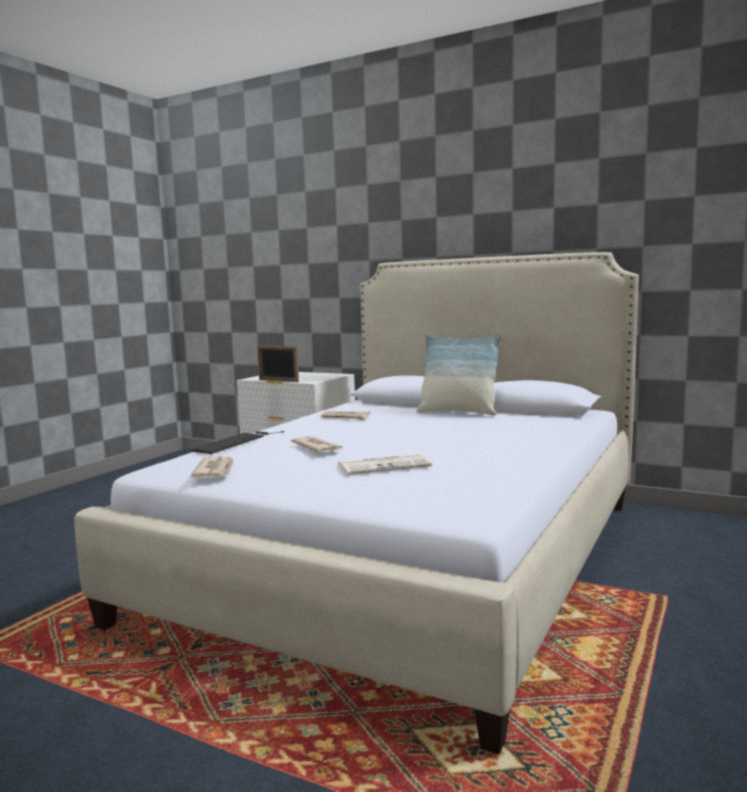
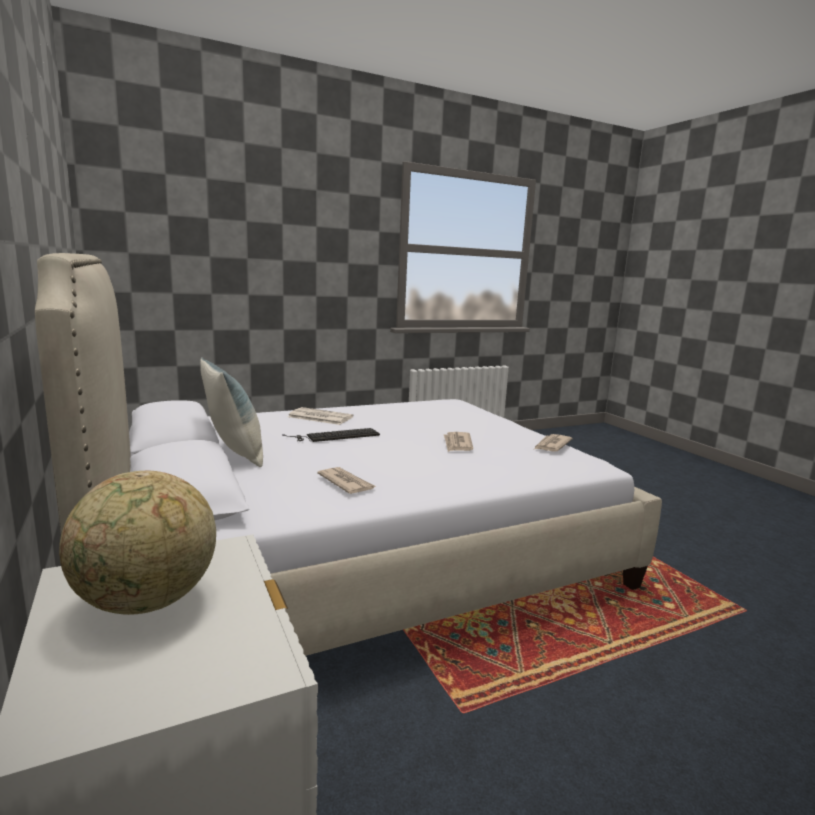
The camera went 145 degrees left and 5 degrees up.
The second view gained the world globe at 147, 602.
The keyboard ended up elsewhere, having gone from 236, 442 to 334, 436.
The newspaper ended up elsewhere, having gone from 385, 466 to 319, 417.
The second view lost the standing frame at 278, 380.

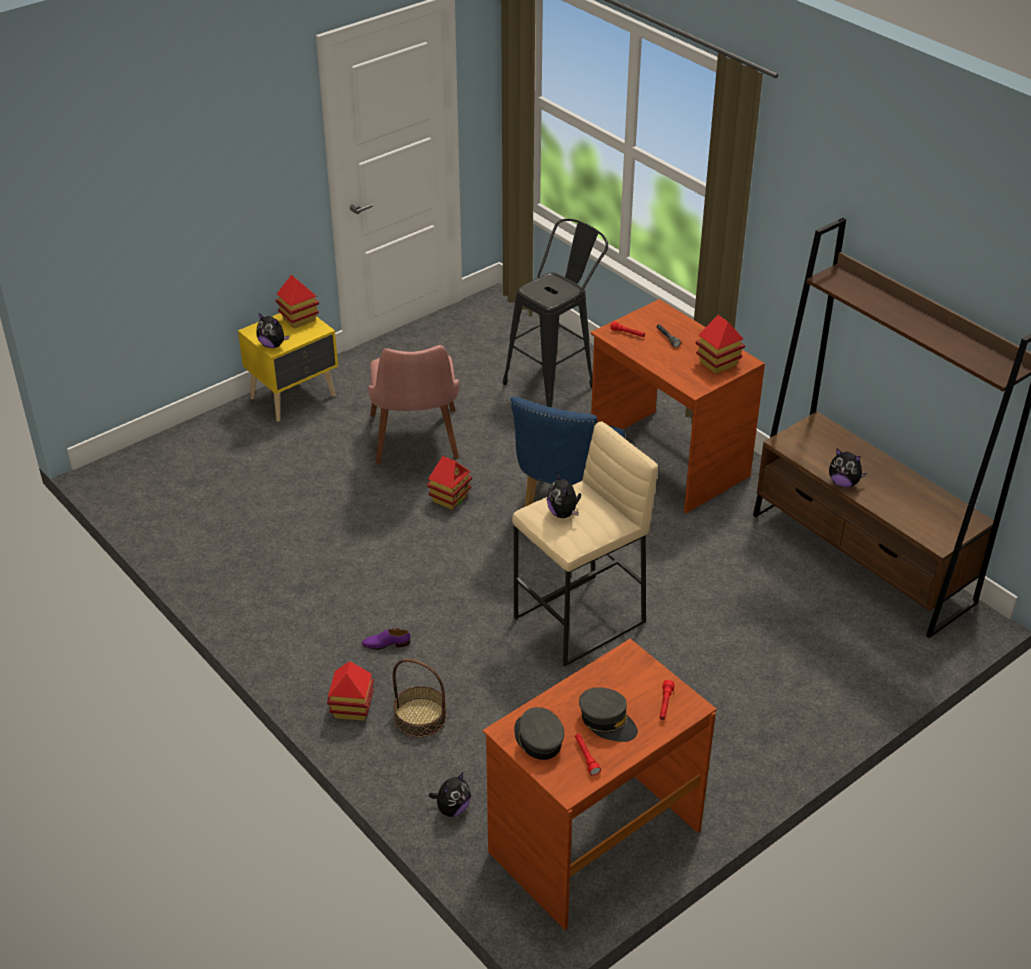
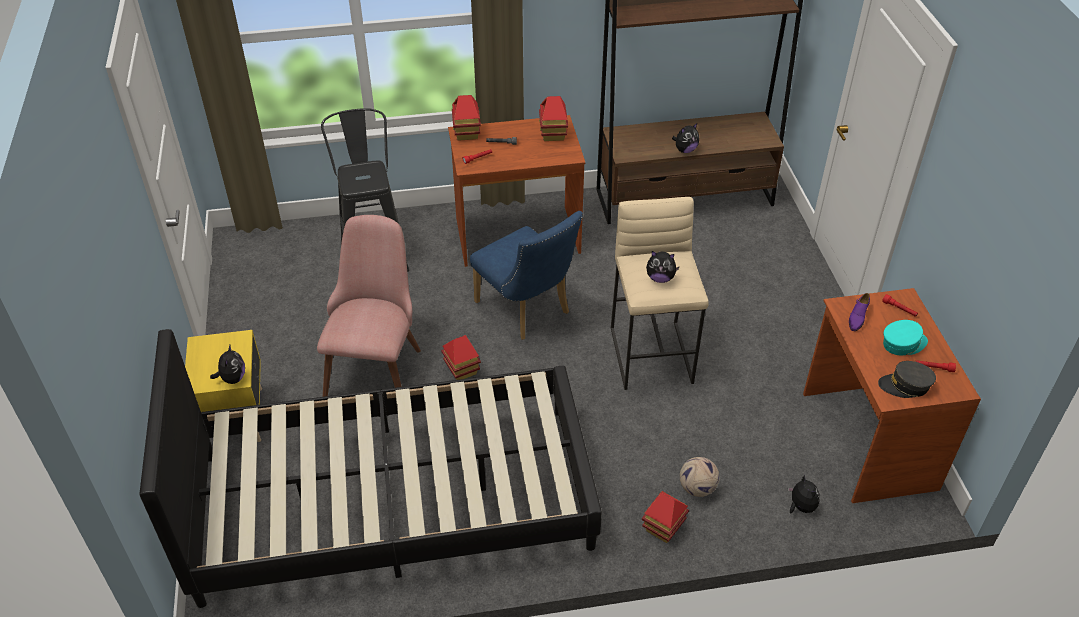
The camera went 60 degrees left and 5 degrees up.
The second view gained the sleeping bed/black at 392, 501.
The soft toy at 273, 345 ended up facing another way, 60 degrees counterclockwise from before.
The plain chair/pink-coloured at 416, 445 ended up facing another way, 105 degrees counterclockwise from before.
The toy house ended up elsewhere, having gone from 299, 320 to 467, 133.
Where the basket stood at 420, 717, the football ball came to stand at 697, 488.
The item of footwear/purplish ended up elsewhere, having gone from 386, 644 to 857, 318.
What was the baseball cap/grey at 607, 721 turned into the baseball cap/turquoise-coloured at 903, 343.

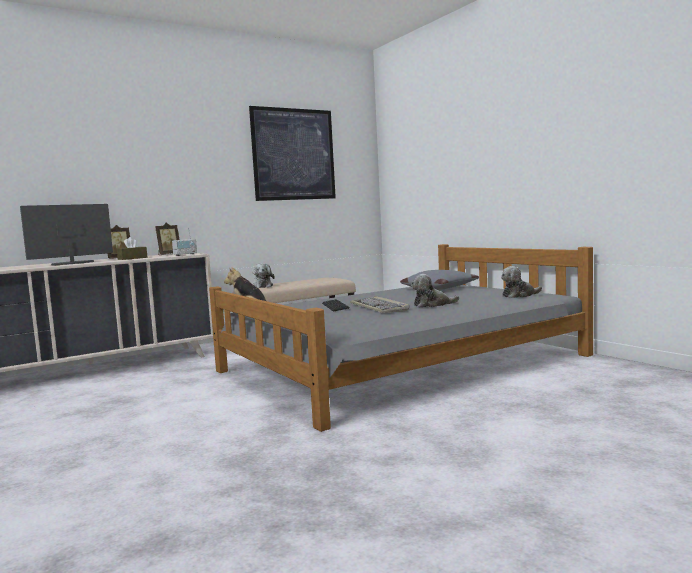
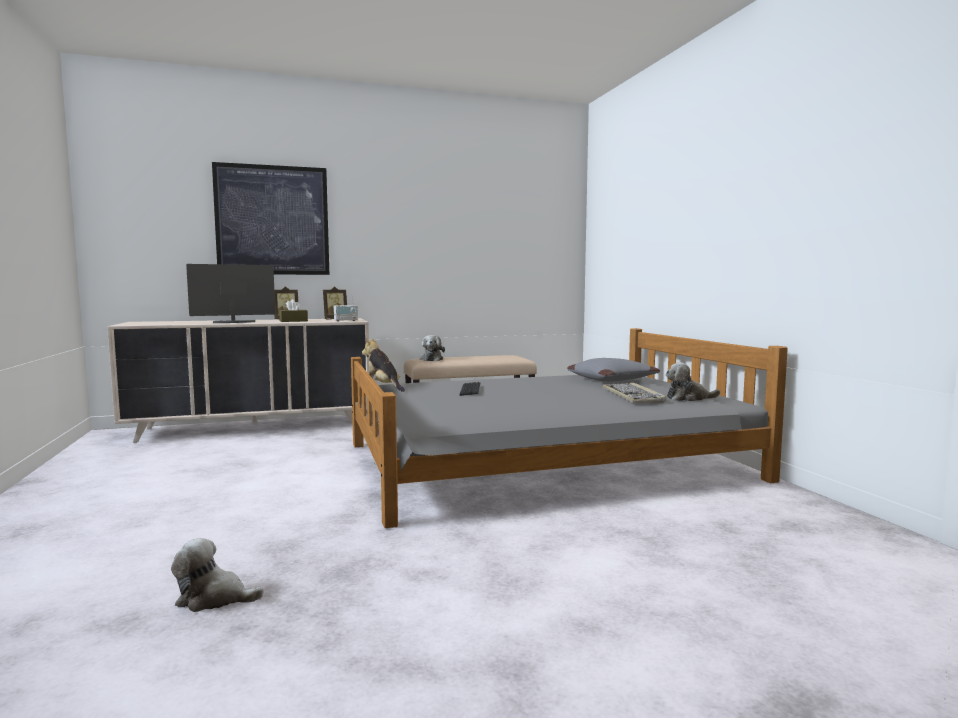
The camera went 15 degrees right and 0 degrees up.
The soft toy ended up elsewhere, having gone from 432, 305 to 214, 598.
The wall art ended up elsewhere, having gone from 293, 154 to 272, 220.
The keyboard ended up elsewhere, having gone from 379, 308 to 633, 396.

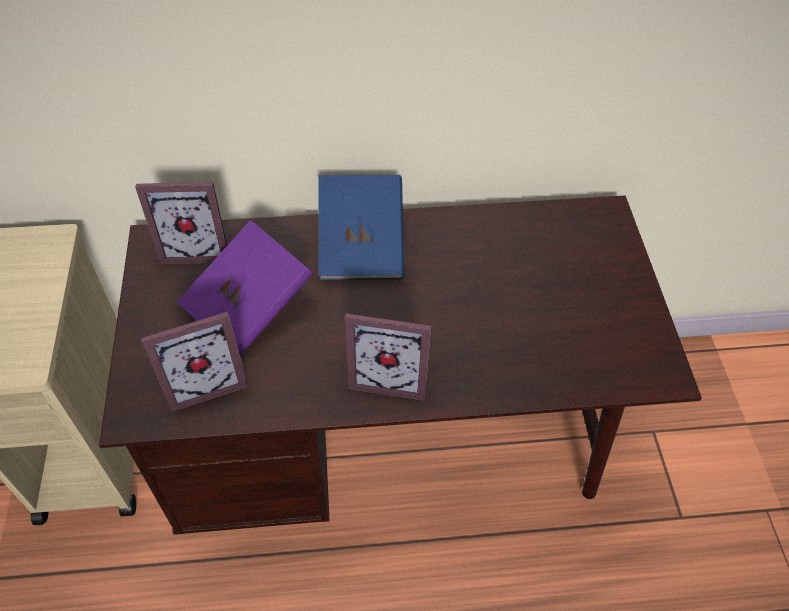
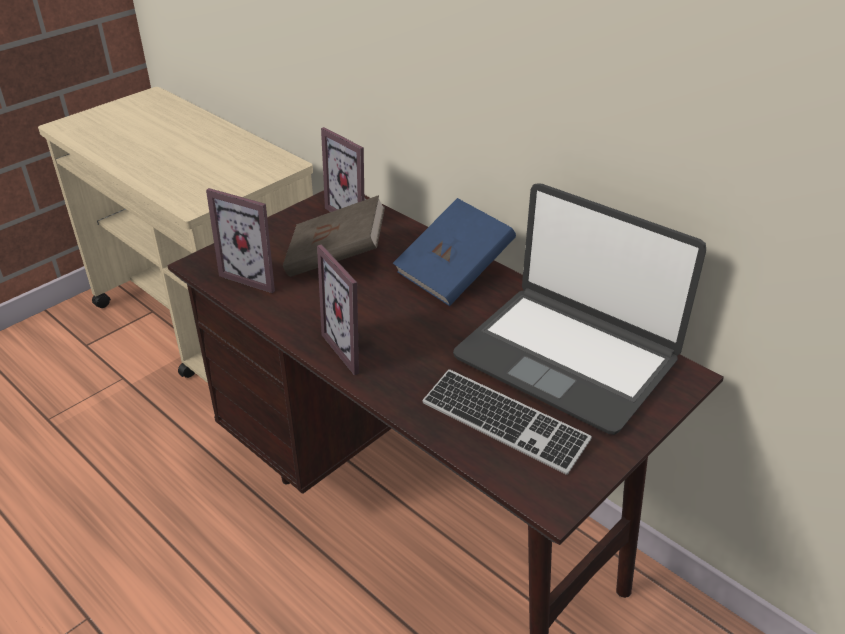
The camera went 50 degrees right and 15 degrees down.
What was the bound book/purplish at 249, 307 turned into the bound book/brownish at 336, 258.
The second view gained the keyboard at 504, 423.
The second view gained the notebook computer at 567, 357.

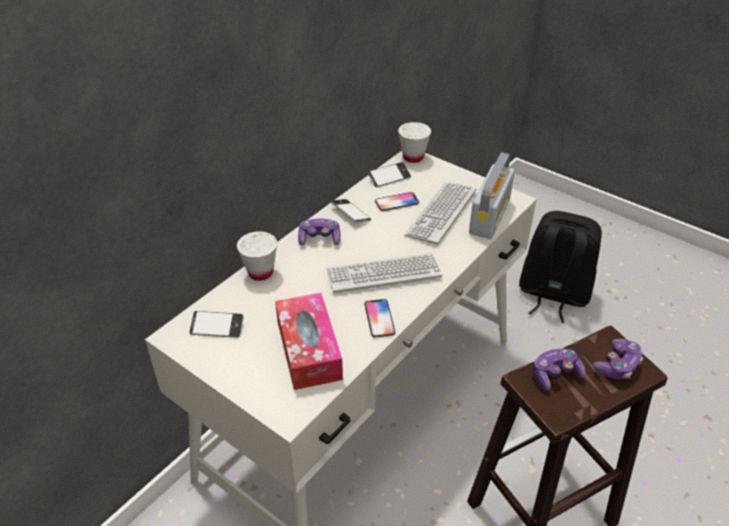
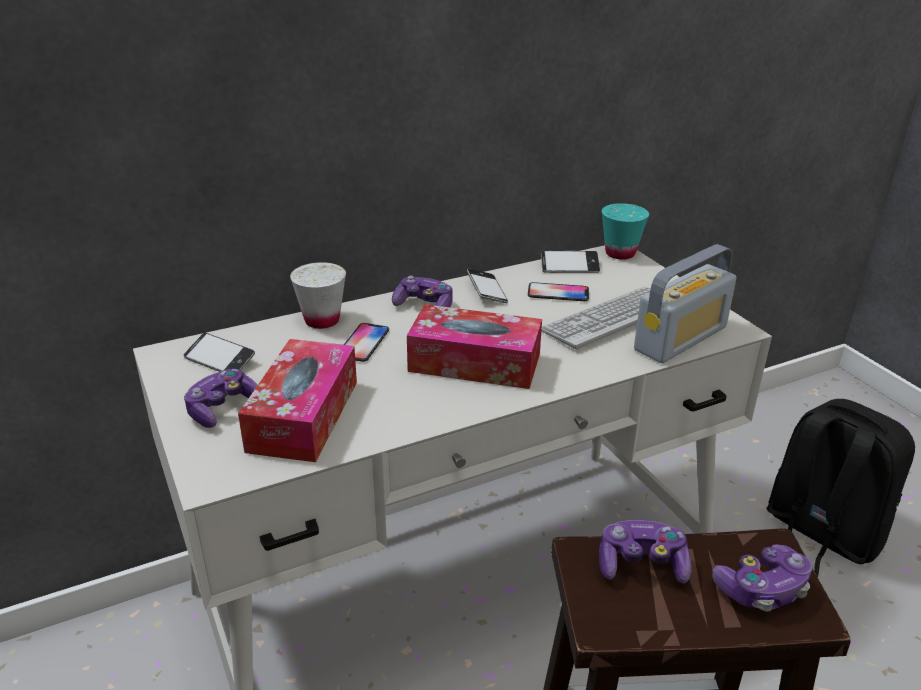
The camera went 25 degrees right and 10 degrees down.
The second view gained the game controller at 222, 408.
The telephone ended up elsewhere, having gone from 379, 319 to 363, 343.
Where the keyboard stood at 383, 274, the tissue holder came to stand at 474, 363.
What was the drinking cup/white-coloured at 413, 157 turned into the drinking cup/turquoise-coloured at 620, 253.

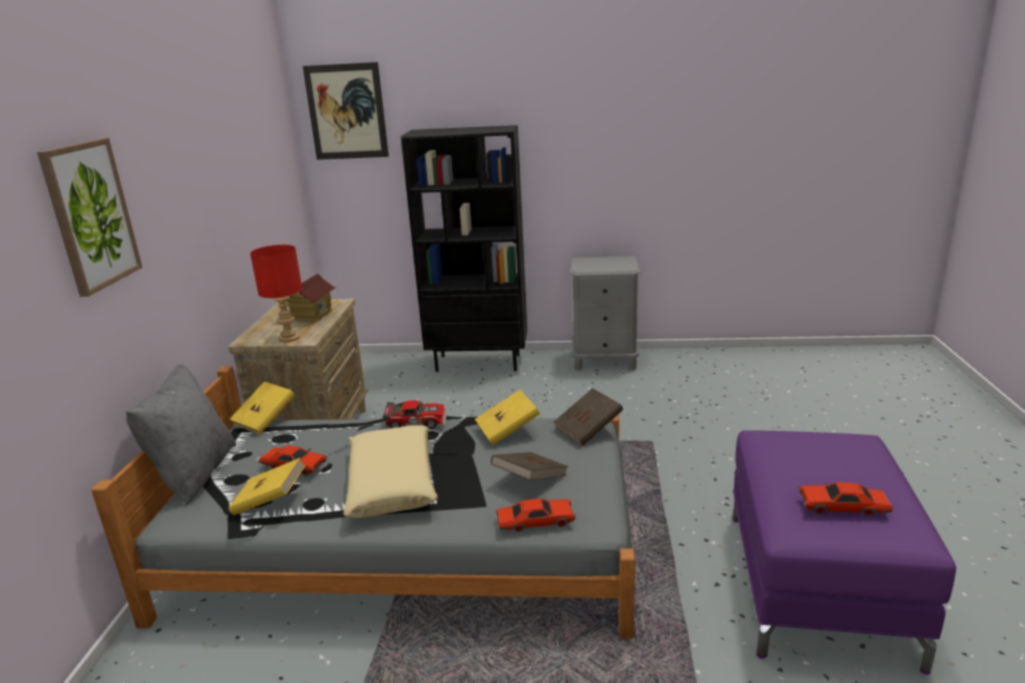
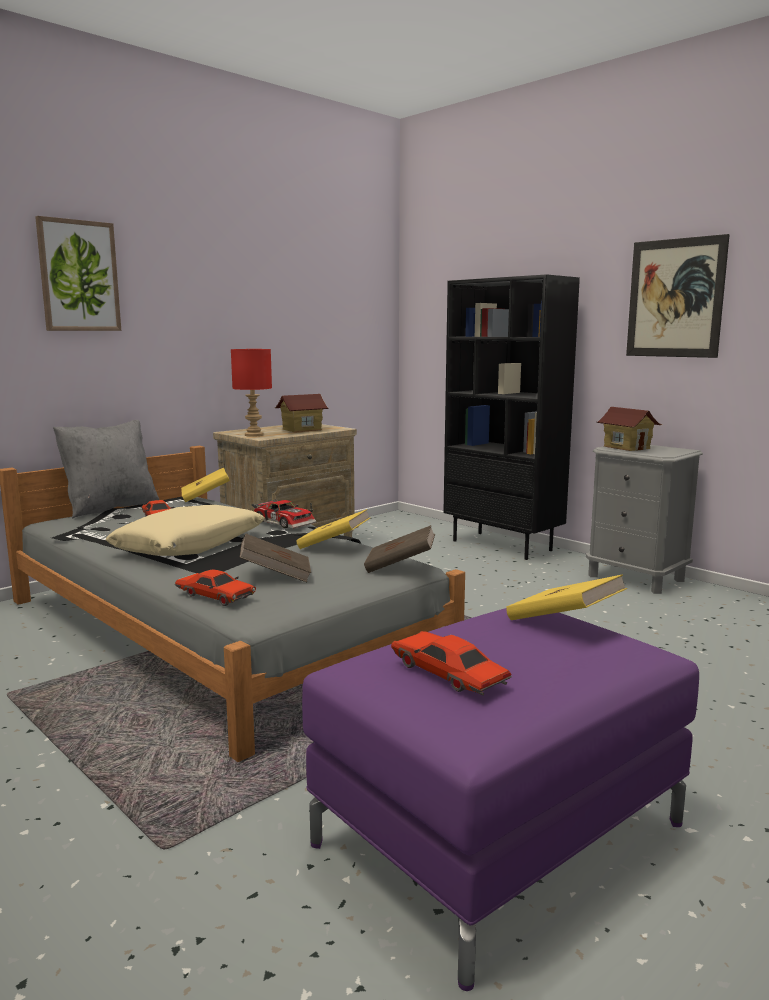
The camera went 40 degrees right and 10 degrees down.
The bound book/yellow ended up elsewhere, having gone from 270, 501 to 563, 622.
The second view gained the toy house at 627, 448.
The wall art ended up elsewhere, having gone from 346, 112 to 675, 298.

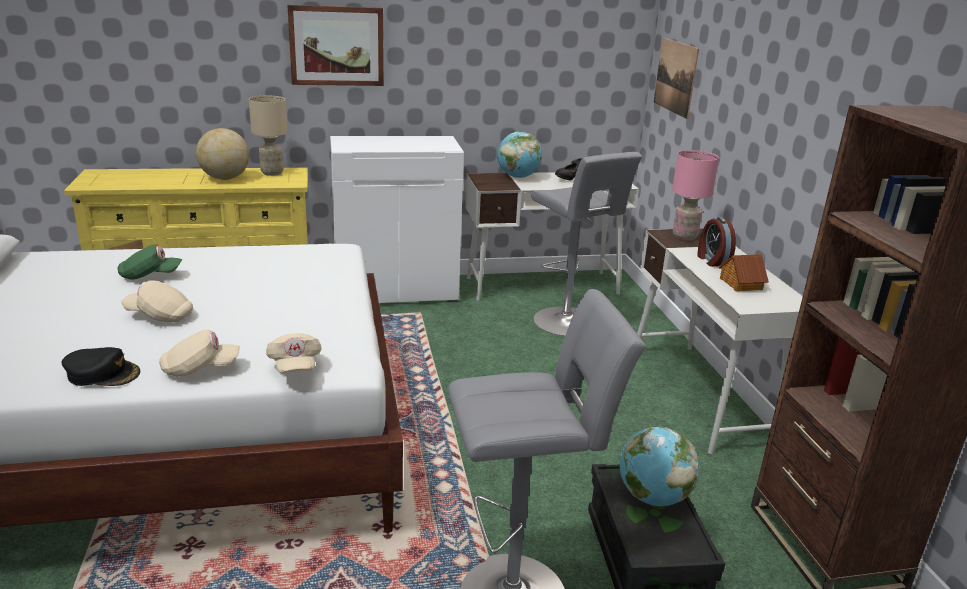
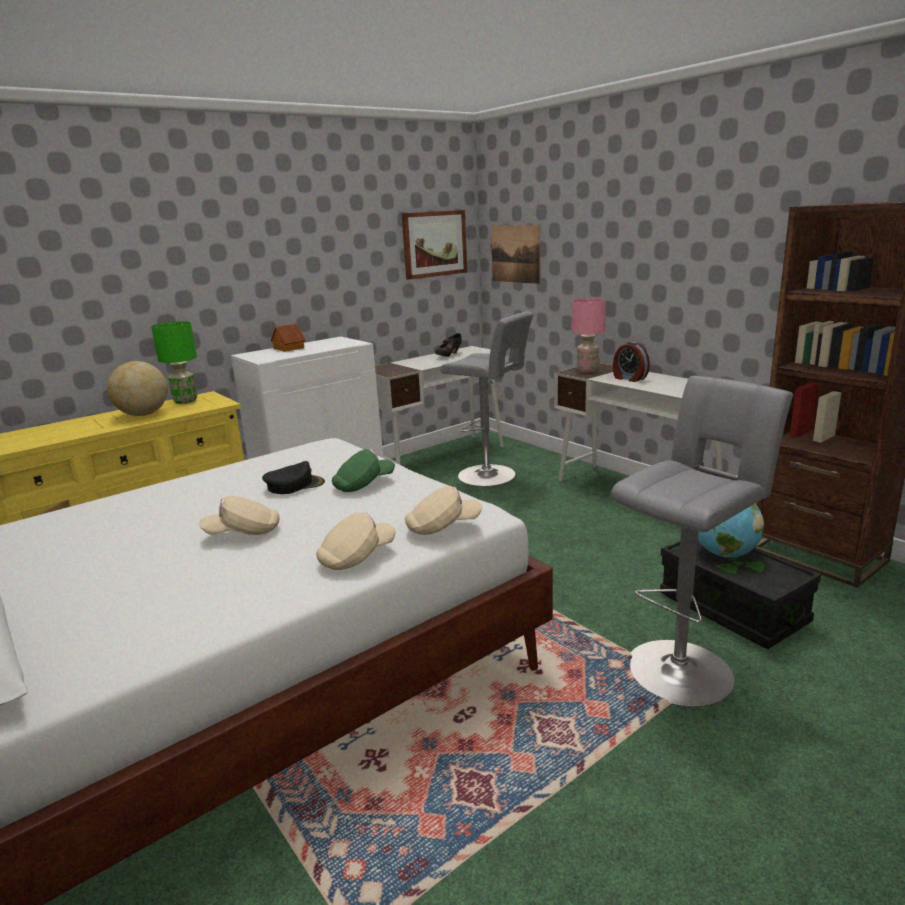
The camera went 25 degrees left and 5 degrees down.
What was the tabletop lamp/sand-coloured at 272, 173 turned into the tabletop lamp/greenish at 185, 401.
The baseball cap/black ended up elsewhere, having gone from 103, 373 to 294, 485.
The toy house ended up elsewhere, having gone from 740, 284 to 288, 348.
The baseball cap/greenish ended up elsewhere, having gone from 150, 276 to 363, 484.
The wall art ended up elsewhere, having gone from 336, 46 to 434, 244.
The baseball cap/sand-coloured at 295, 366 ended up facing another way, 60 degrees counterclockwise from before.
The second view lost the world globe at 518, 177.

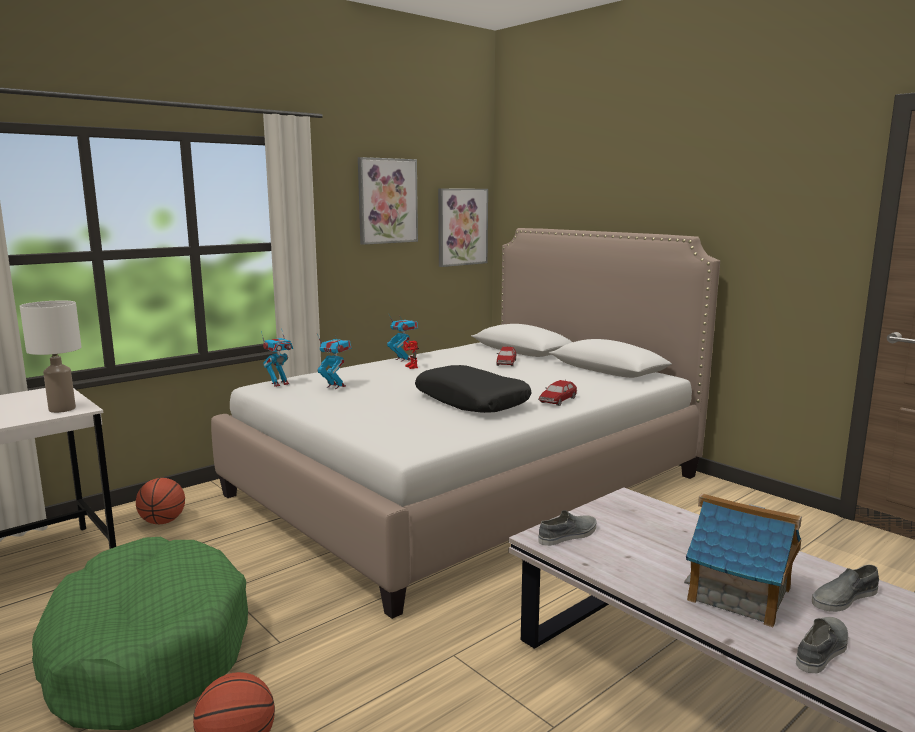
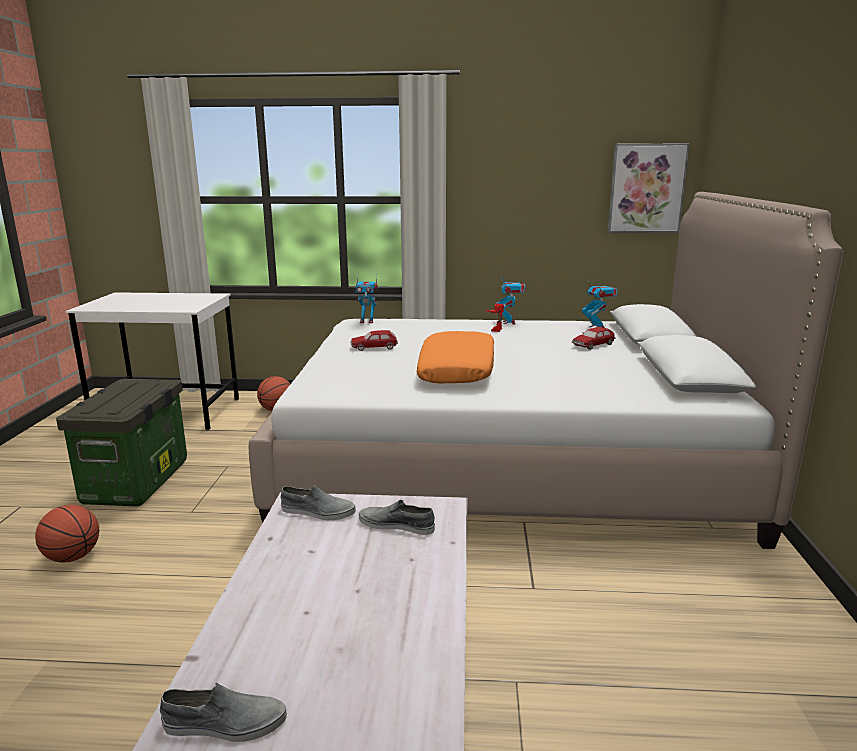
The camera went 45 degrees right and 5 degrees up.
Where the pet bed/greenish stood at 146, 652, the storage box came to stand at 137, 483.
The miniature car ended up elsewhere, having gone from 557, 400 to 374, 347.
The item of footwear/grey ended up elsewhere, having gone from 843, 598 to 396, 525.
What was the cushion/black at 472, 401 turned into the cushion/orange at 458, 370.
The toy robot ended up elsewhere, having gone from 335, 386 to 597, 327.
The second view lost the tabletop lamp/white-coloured at 62, 409.
The second view lost the wall art at 387, 201.
The second view lost the toy house at 740, 594.

